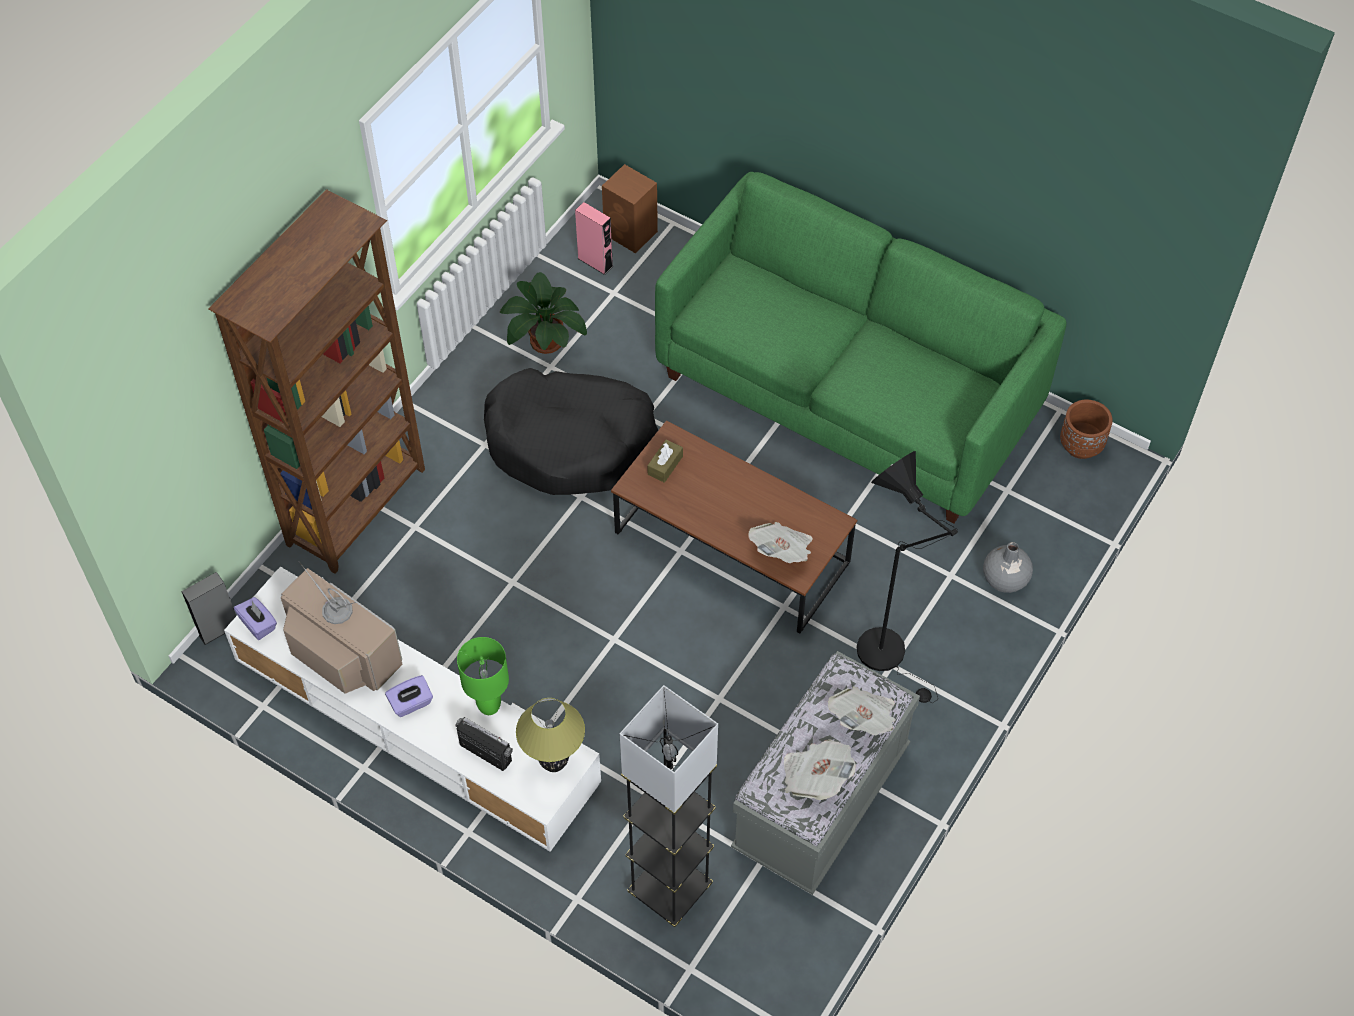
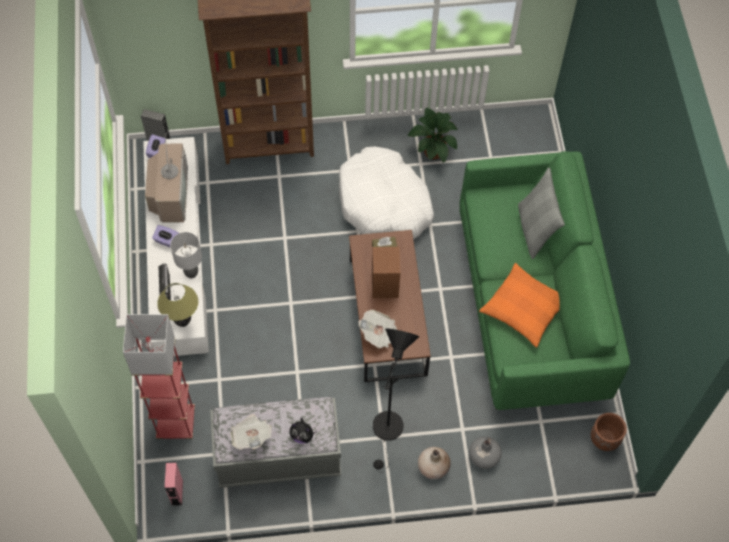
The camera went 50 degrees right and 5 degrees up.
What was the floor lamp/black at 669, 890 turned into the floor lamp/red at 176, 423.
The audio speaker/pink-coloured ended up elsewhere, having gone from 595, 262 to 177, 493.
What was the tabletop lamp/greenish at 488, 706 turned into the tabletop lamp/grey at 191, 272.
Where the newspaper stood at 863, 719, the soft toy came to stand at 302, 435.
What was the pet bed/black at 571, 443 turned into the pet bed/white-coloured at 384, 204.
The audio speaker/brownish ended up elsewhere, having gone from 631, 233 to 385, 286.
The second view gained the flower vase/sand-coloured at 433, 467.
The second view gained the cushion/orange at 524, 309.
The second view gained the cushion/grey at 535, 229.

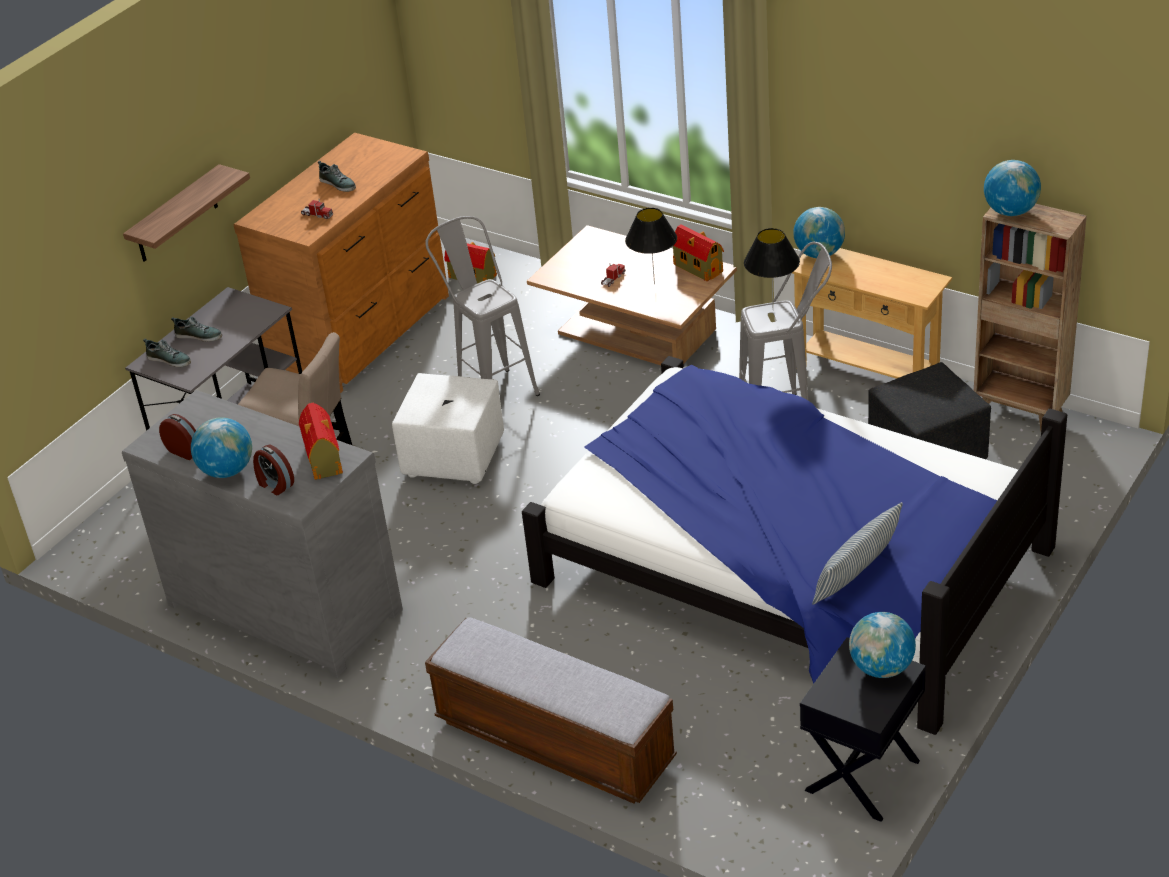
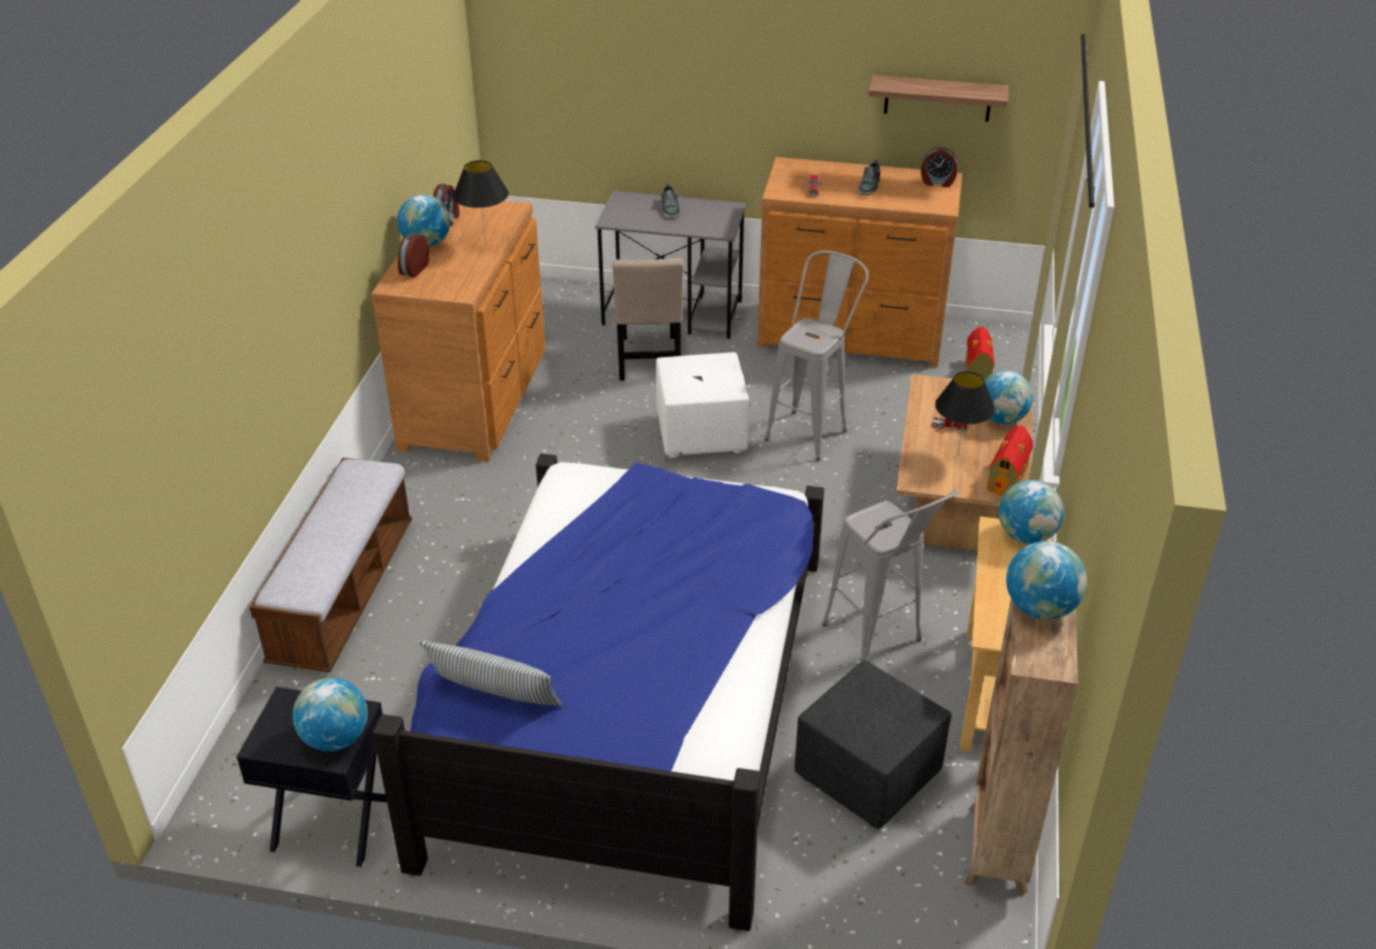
The camera went 65 degrees right and 0 degrees up.
What was the chest of drawers/grey at 286, 604 turned into the chest of drawers/brownish at 476, 399.
The tabletop lamp/black ended up elsewhere, having gone from 772, 309 to 486, 245.
The bracket shelf ended up elsewhere, having gone from 176, 215 to 937, 98.
The second view gained the bedside clock at 937, 182.
The second view gained the world globe at 1001, 419.
The second view lost the item of footwear at 169, 359.
The second view lost the toy house at 324, 460.

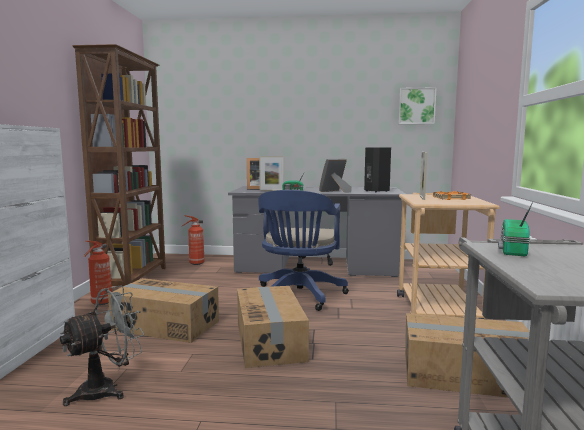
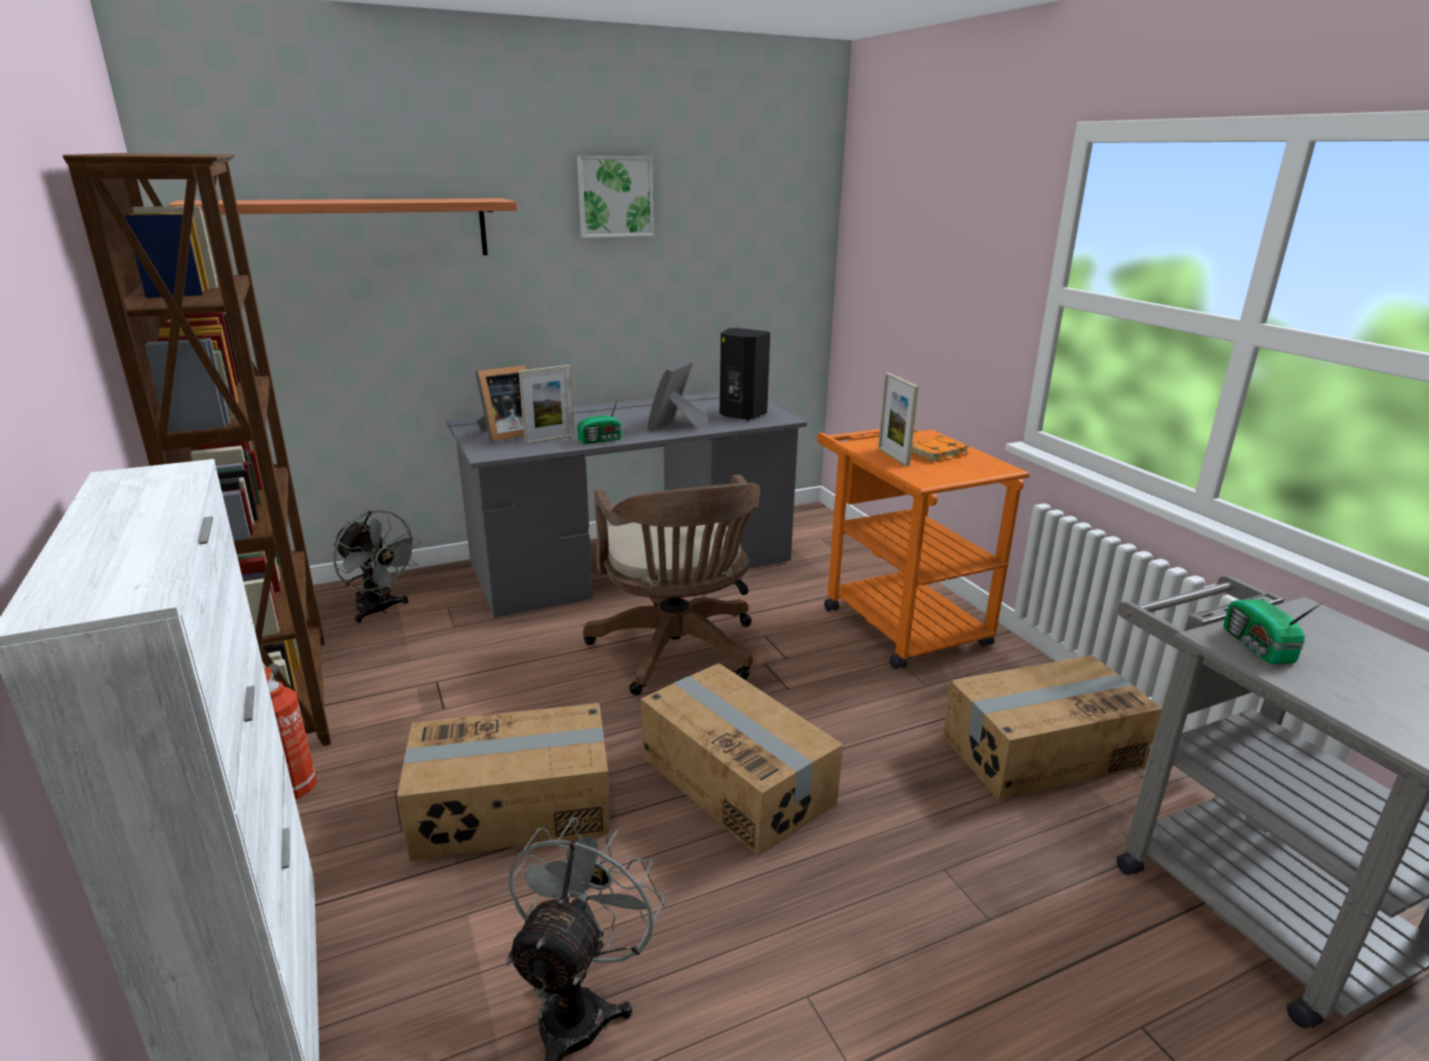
The camera went 30 degrees left and 15 degrees up.
The second view gained the bracket shelf at 355, 229.
Where the extinguisher stood at 195, 263, the fan/grey came to stand at 380, 610.
The wall art ended up elsewhere, having gone from 416, 106 to 614, 196.
What was the office chair/bluish at 299, 296 turned into the office chair/brownish at 677, 653.
What was the cart/sand-coloured at 435, 306 turned into the cart/orange at 895, 619.

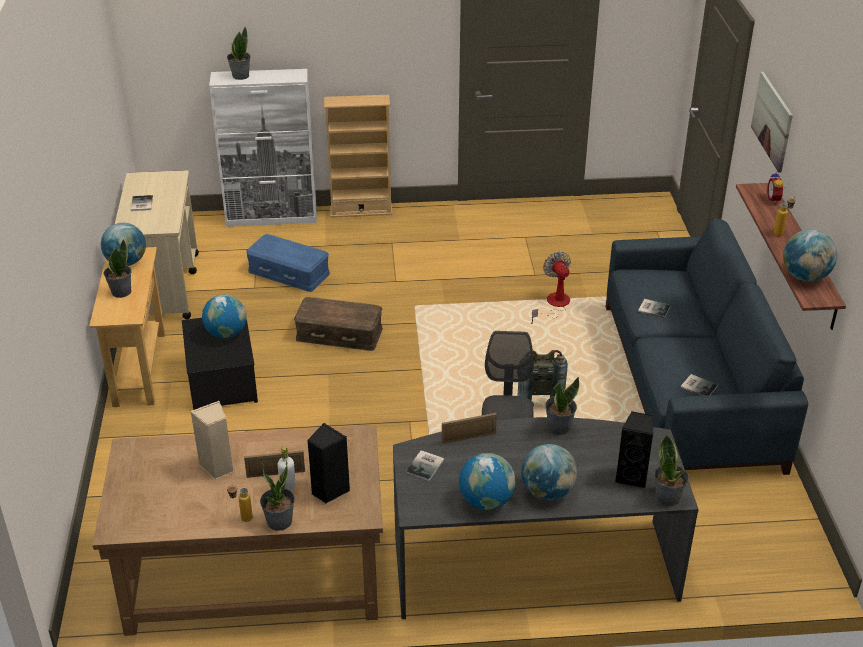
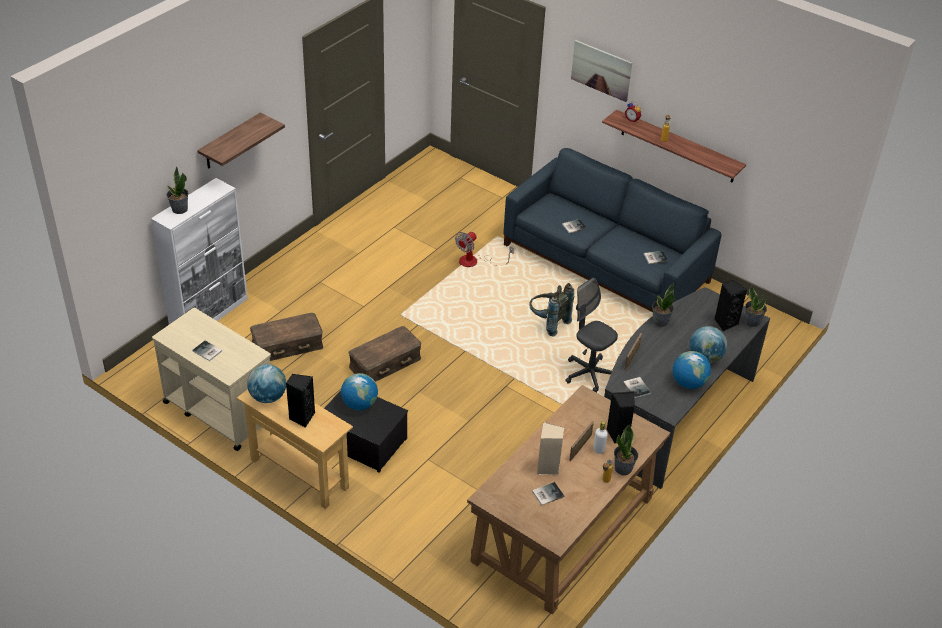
The camera went 50 degrees left and 5 degrees up.
The second view gained the bracket shelf at 230, 142.
What was the storage box/bluish at 289, 272 turned into the storage box/brownish at 287, 344.
Where the potted plant stood at 121, 292, the audio speaker/black came to stand at 301, 417.
The fan at 554, 305 ended up facing another way, 75 degrees counterclockwise from before.
The second view gained the bound book at 547, 493.
The second view lost the shelving unit/sand-coloured at 361, 210.
The second view lost the world globe at 805, 277.

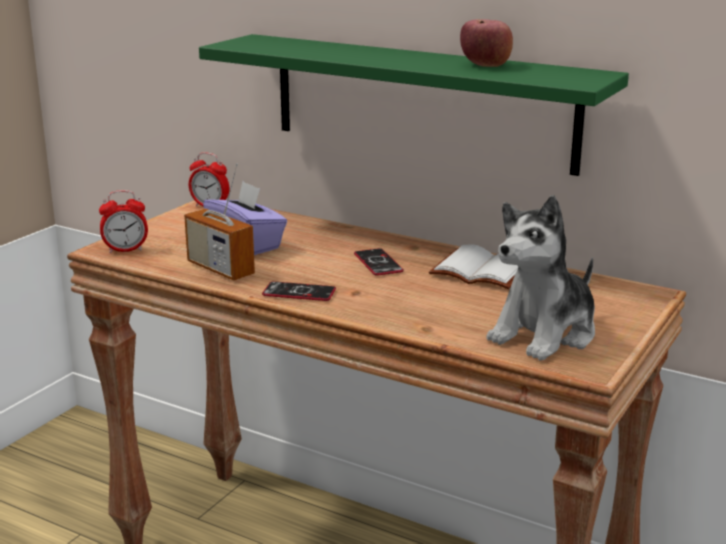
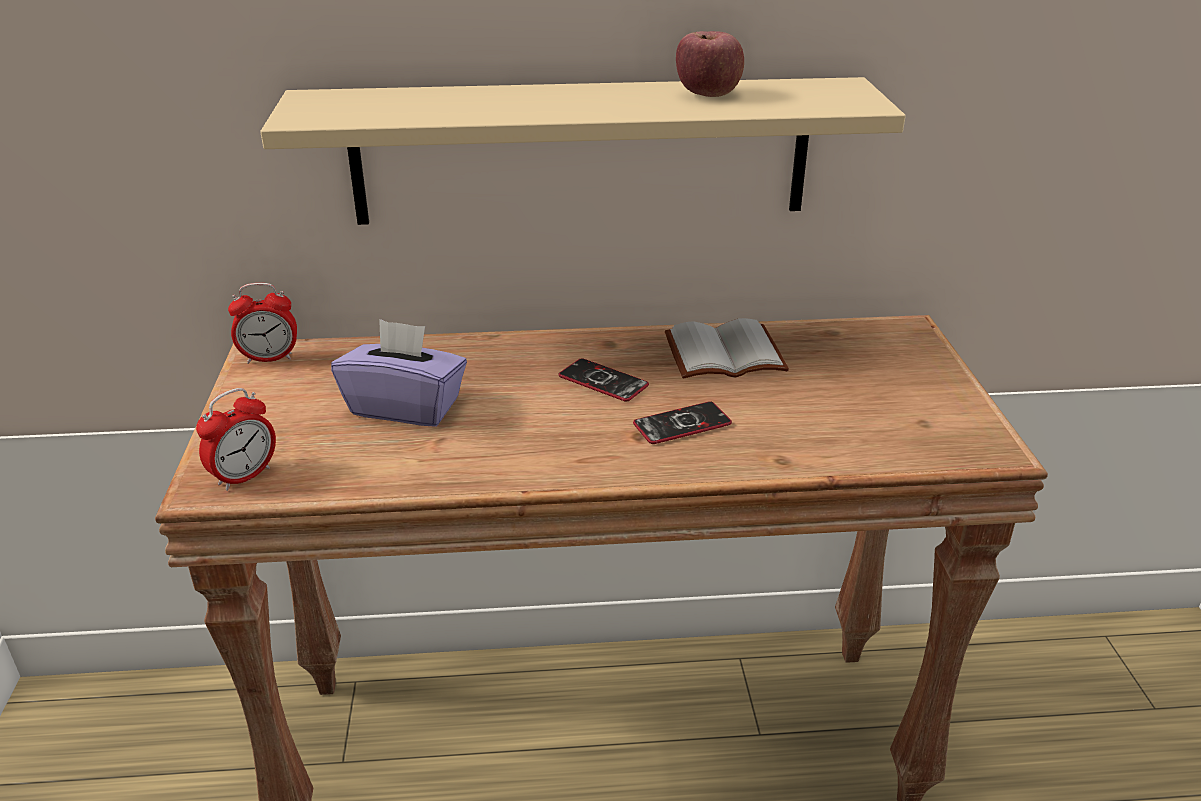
The camera went 35 degrees left and 10 degrees up.
What was the bracket shelf/greenish at 421, 102 turned into the bracket shelf/sand-coloured at 581, 151.
The telephone ended up elsewhere, having gone from 299, 293 to 682, 424.
The second view lost the radio at 220, 269.
The second view lost the soft toy at 545, 334.

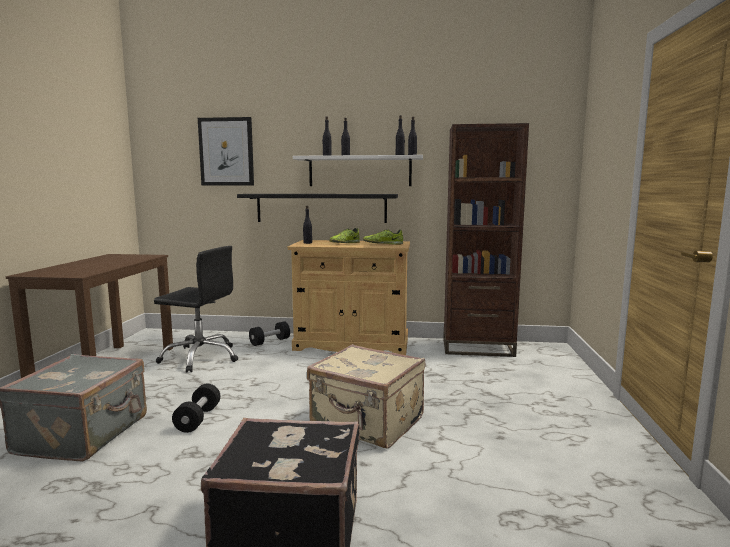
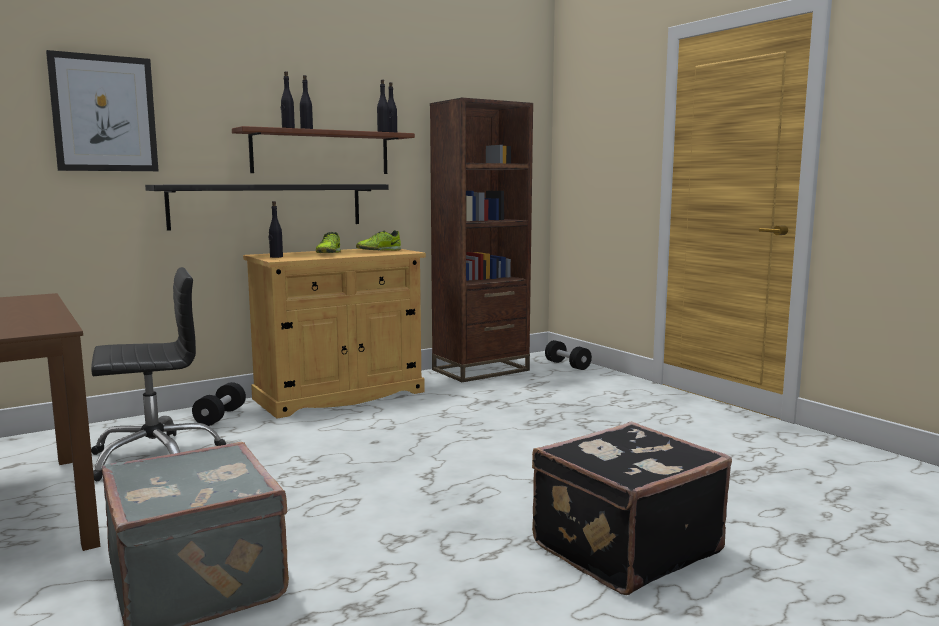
The camera went 40 degrees left and 0 degrees up.
What was the bracket shelf/white-coloured at 360, 171 turned into the bracket shelf/brownish at 321, 152.
The hand weight/black ended up elsewhere, having gone from 198, 419 to 567, 365.
The second view lost the suitcase/sand-coloured at 367, 423.

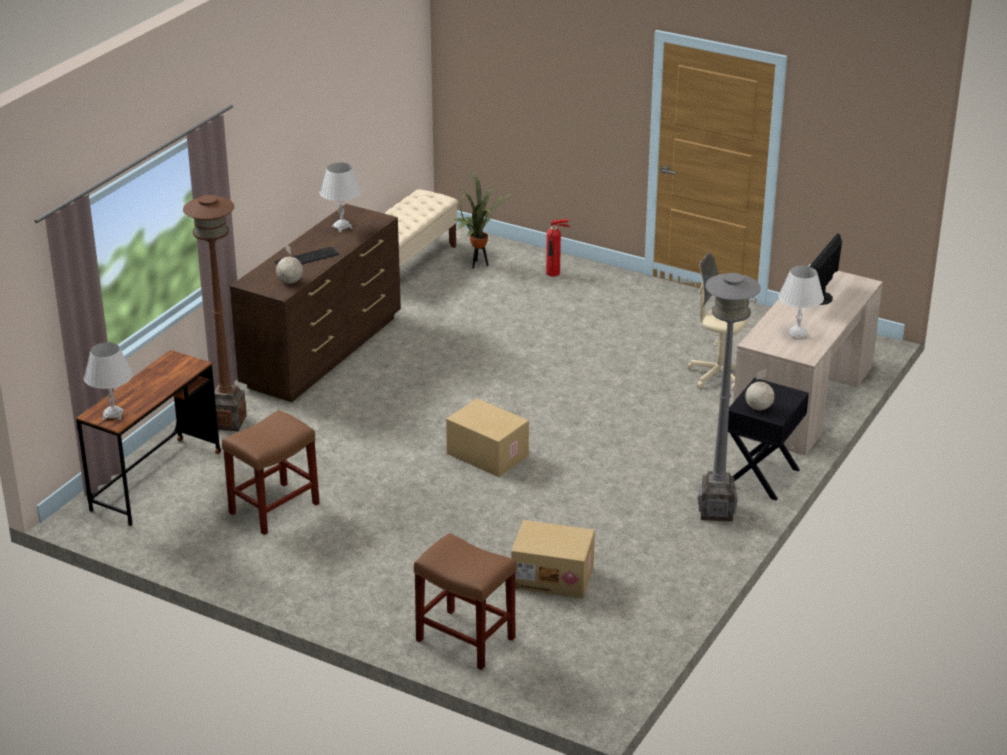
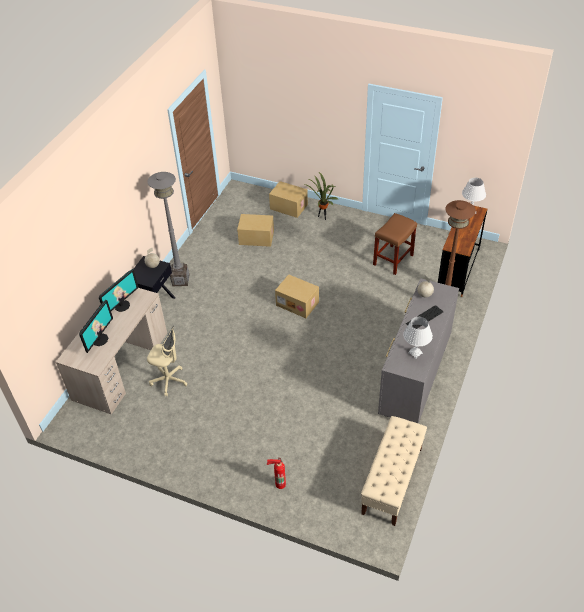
The camera went 175 degrees right and 15 degrees up.
Where the tabletop lamp/white-coloured stood at 797, 334, the computer display came to stand at 122, 306.
Where the sitting stool/brownish stood at 467, 639, the packing box came to stand at 288, 207.
The potted plant ended up elsewhere, having gone from 479, 264 to 323, 217.
What was the chest of drawers/brownish at 323, 352 turned into the chest of drawers/grey at 414, 375.

